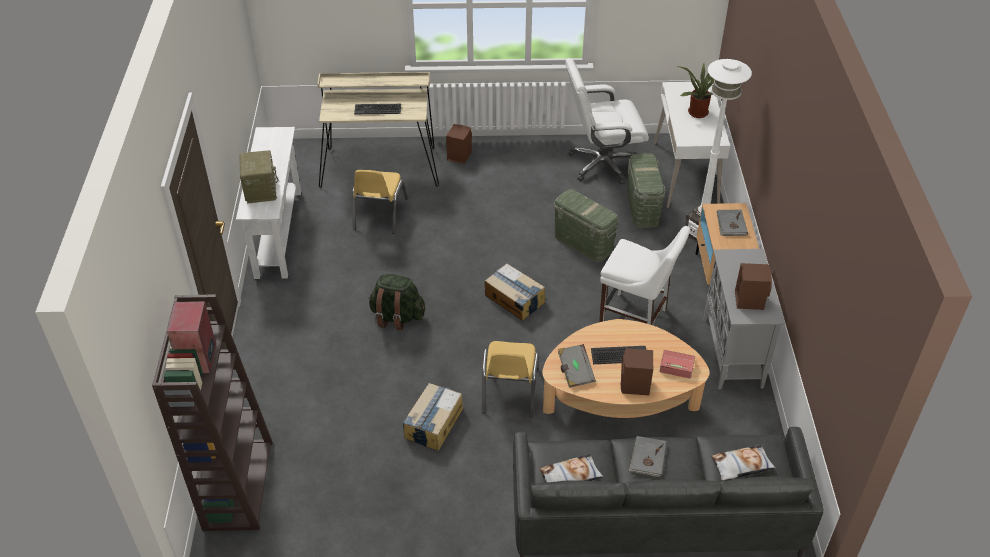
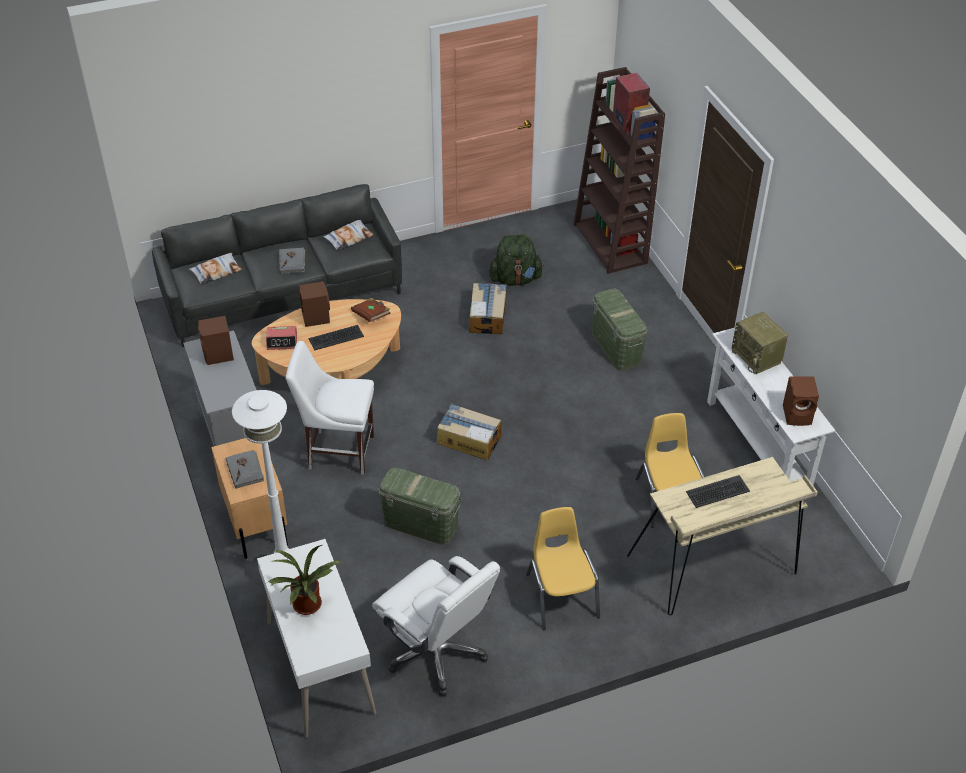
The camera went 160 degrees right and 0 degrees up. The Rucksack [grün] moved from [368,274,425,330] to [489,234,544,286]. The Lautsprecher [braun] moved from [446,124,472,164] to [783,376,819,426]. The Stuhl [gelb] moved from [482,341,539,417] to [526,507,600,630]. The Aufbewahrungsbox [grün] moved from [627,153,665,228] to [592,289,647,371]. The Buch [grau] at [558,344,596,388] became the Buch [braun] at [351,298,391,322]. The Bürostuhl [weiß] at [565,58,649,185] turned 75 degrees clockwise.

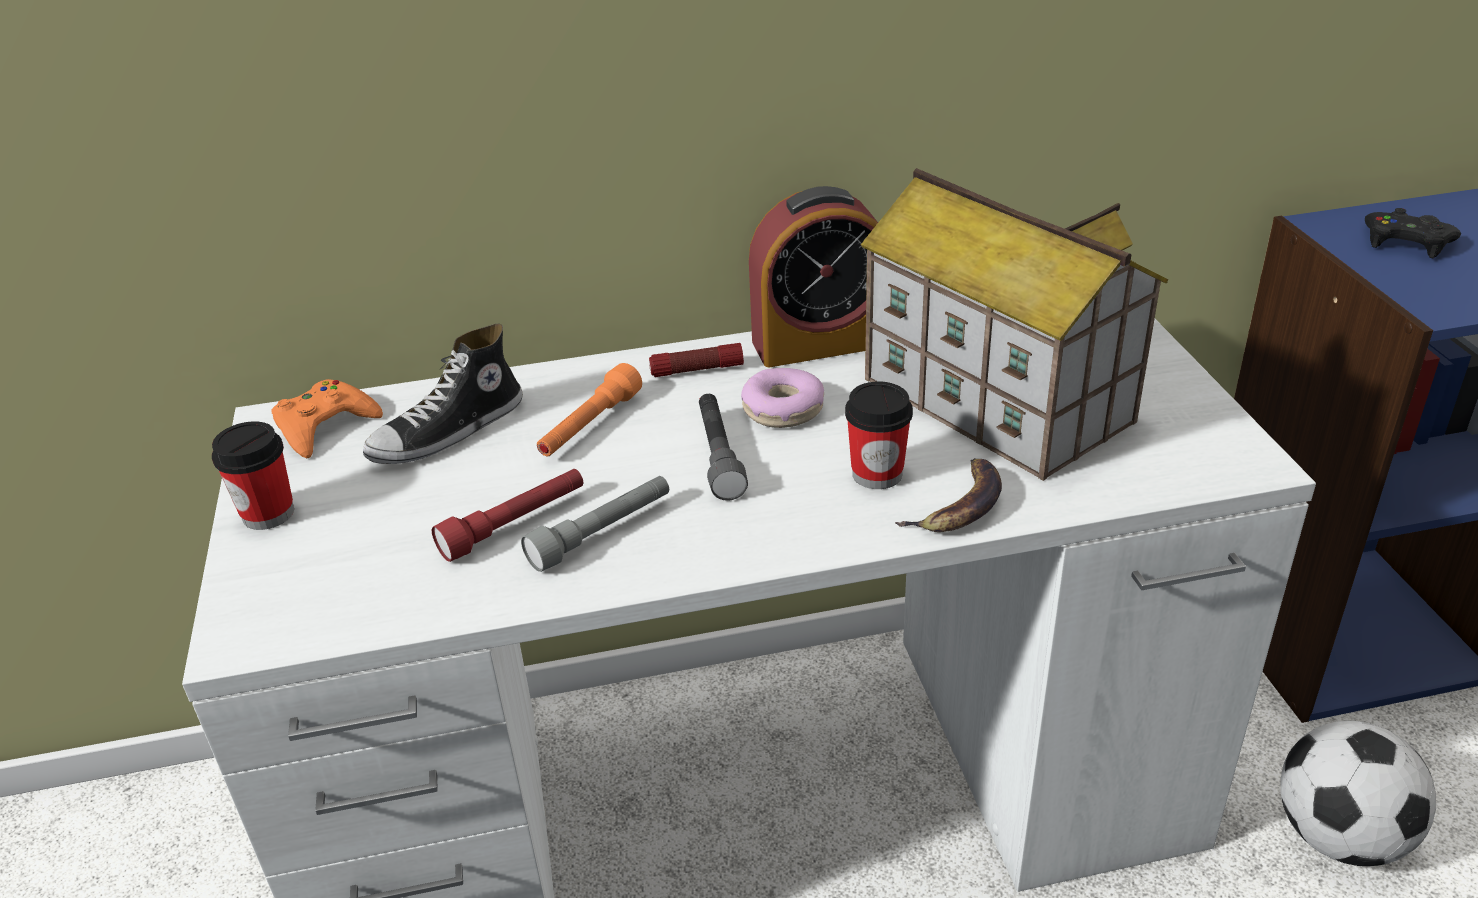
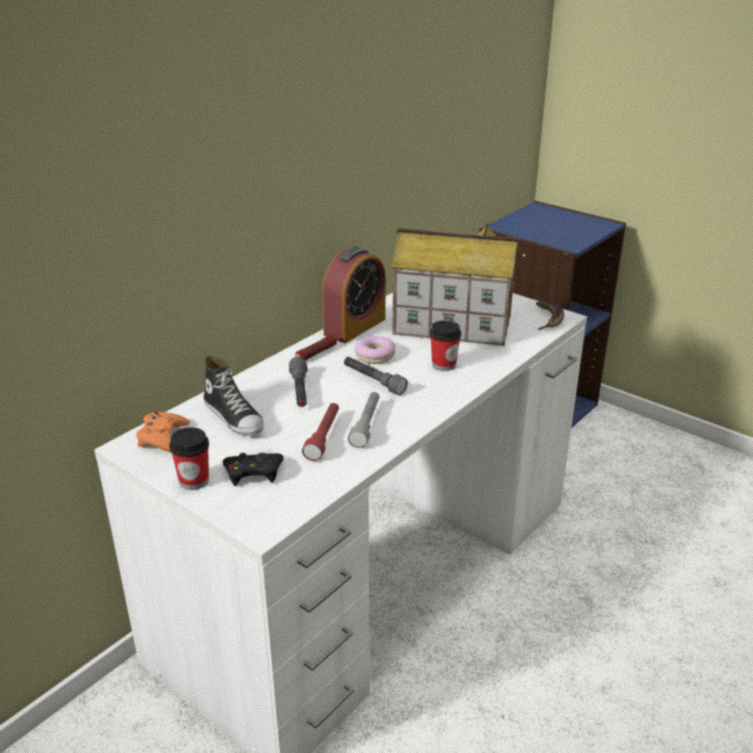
The camera went 40 degrees left and 5 degrees down. The Fußball at [1280,721,1436,866] disappeared. The Banane moved from [895,458,1002,532] to [536,300,564,330]. The Gamepad [schwarz] moved from [1365,208,1462,258] to [223,453,284,486]. The Taschenlampe [orange] at [537,363,642,456] became the Taschenlampe [grau] at [289,357,308,407]. The Schuh at [363,324,523,464] turned 45 degrees counterclockwise.

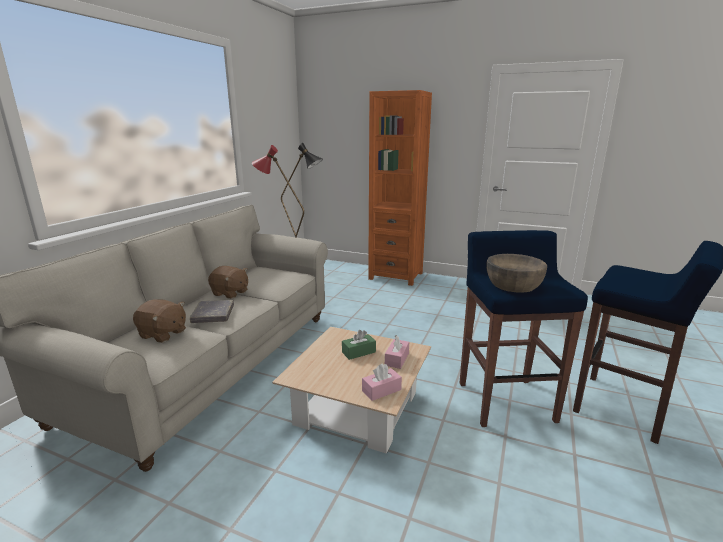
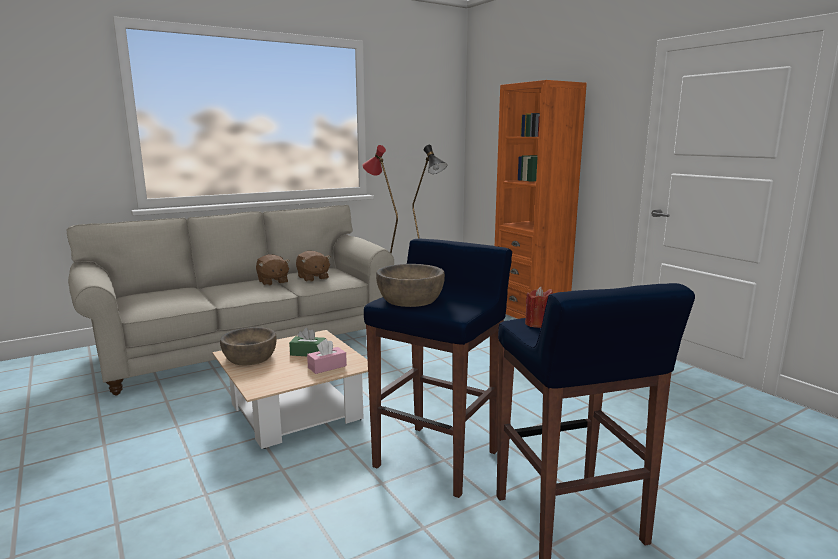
The camera went 35 degrees right and 5 degrees down. The Buch [grau] at [190,300,234,323] disappeared. The Taschentuchbox [rosa] at [362,363,402,401] disappeared. The Schüssel [braun] at [220,327,277,366] appeared. The Kerze [rot] at [525,287,553,328] appeared. The Plüschtier [braun] moved from [133,299,186,343] to [296,251,331,282].

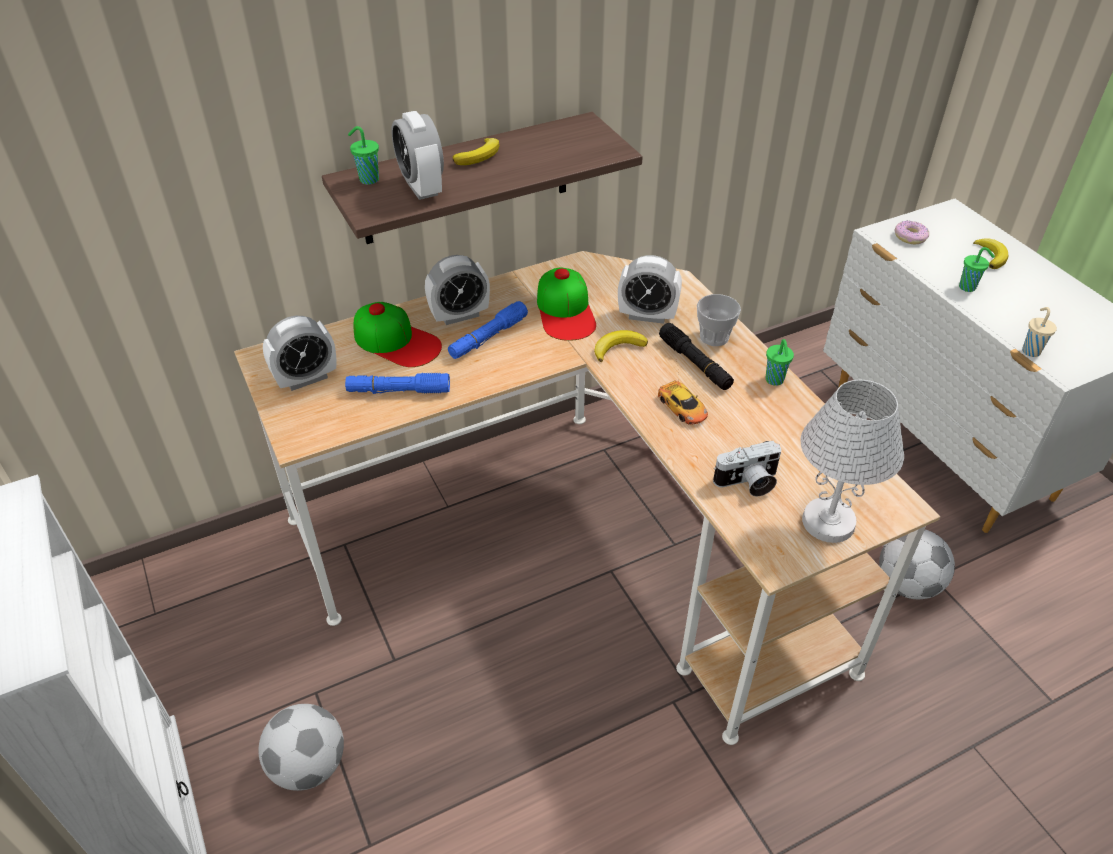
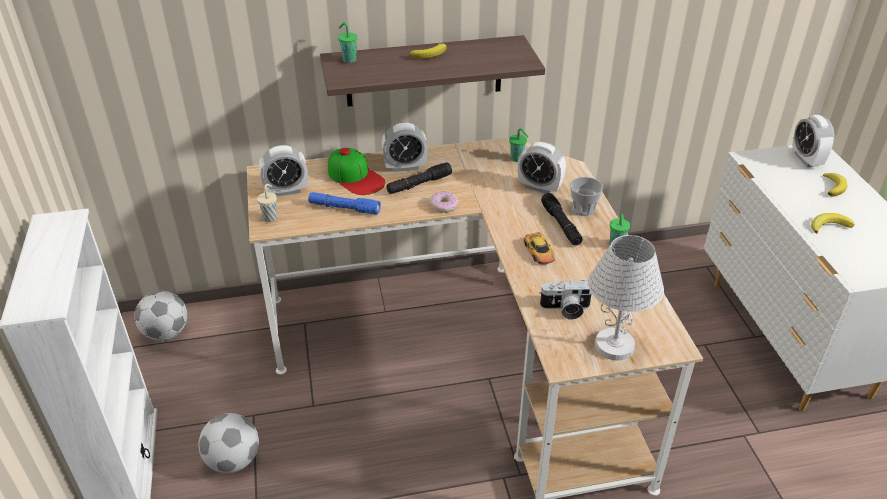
The camera went 15 degrees right and 5 degrees down. The Kappe at [537,267,596,341] disappeared. The Wecker moved from [391,111,444,200] to [792,115,835,167]. The Banane moved from [594,330,648,362] to [811,213,854,233]. The Fußball moved from [879,530,955,600] to [134,291,187,341]. The Donut moved from [894,220,929,244] to [430,191,458,213]. The Tasse [grün] moved from [959,247,995,292] to [509,128,528,162]. The Tasse [beige] moved from [1022,307,1057,357] to [257,184,277,222]. The Taschenlampe [blau] at [448,301,528,359] became the Taschenlampe [schwarz] at [387,163,452,194].

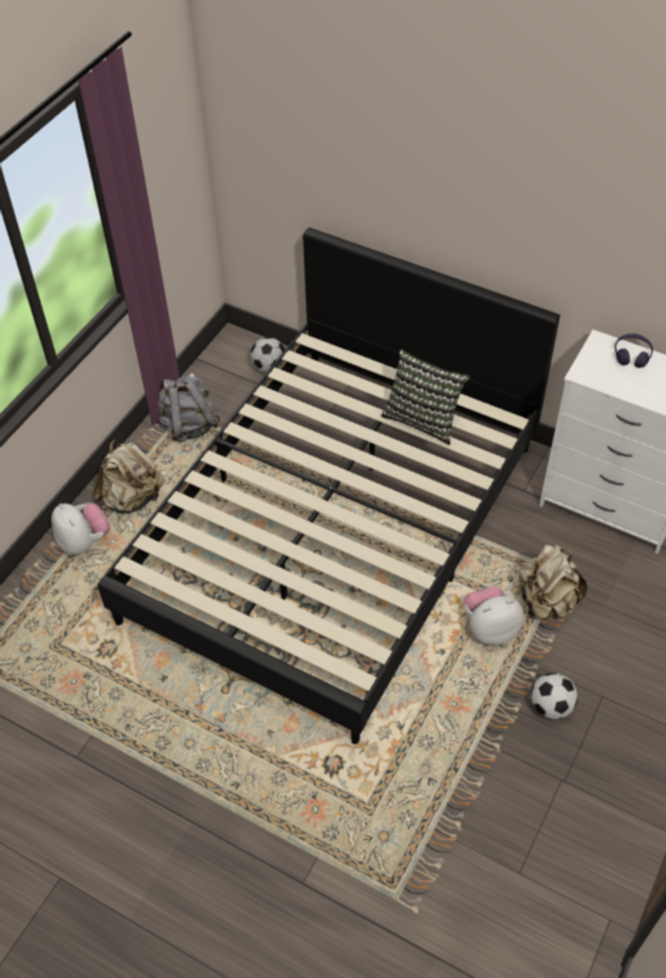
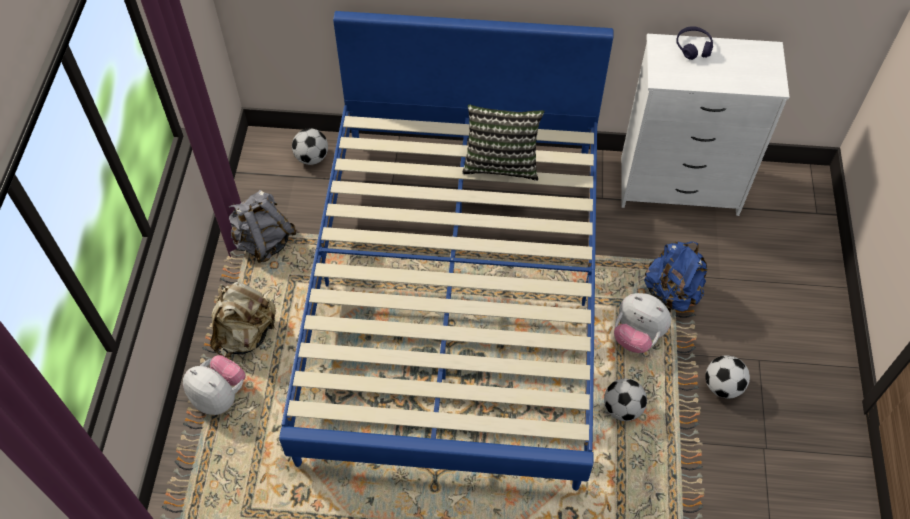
The camera went 25 degrees left and 5 degrees up. The Fußball at [604,378,647,421] appeared. The Bett [schwarz] at [97,228,560,744] became the Bett [blau] at [279,11,614,491]. The Rucksack [beige] at [519,544,587,619] became the Rucksack [blau] at [644,241,707,312]. The Plüschtier at [464,586,524,645] turned 105 degrees counterclockwise.

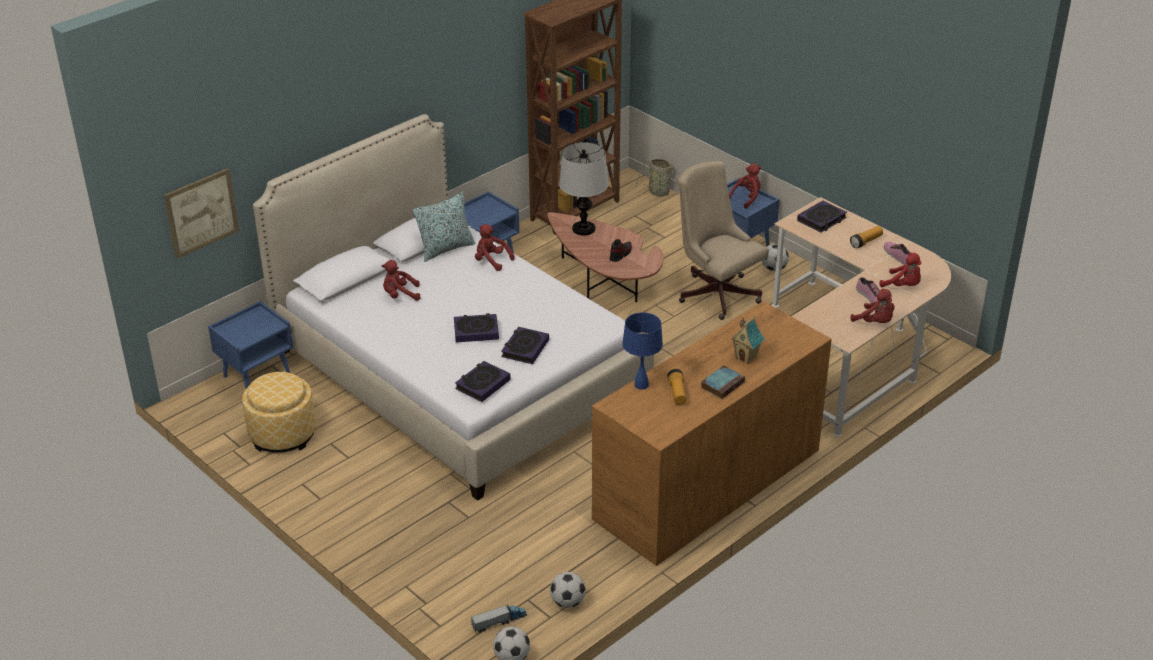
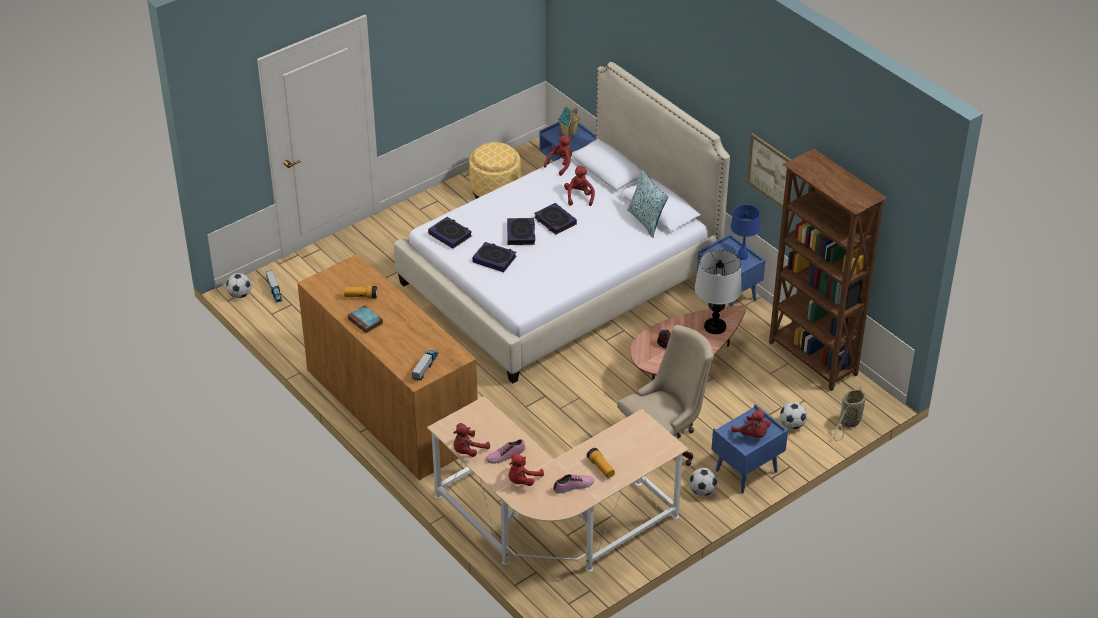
The camera went 95 degrees right and 5 degrees up. The Spielzeuglaster at [412,350,438,381] appeared. The Bild moved from [164,168,239,259] to [747,133,793,212]. The Plüschtier [rot] moved from [475,224,515,271] to [544,135,572,176]. The Fußball moved from [550,572,586,608] to [780,402,807,429]. The Tischlampe [blau] moved from [622,312,663,390] to [731,204,760,260]. The Spielzeughaus moved from [731,316,765,364] to [557,104,581,136]. The Buch moved from [797,200,847,233] to [534,203,577,235].

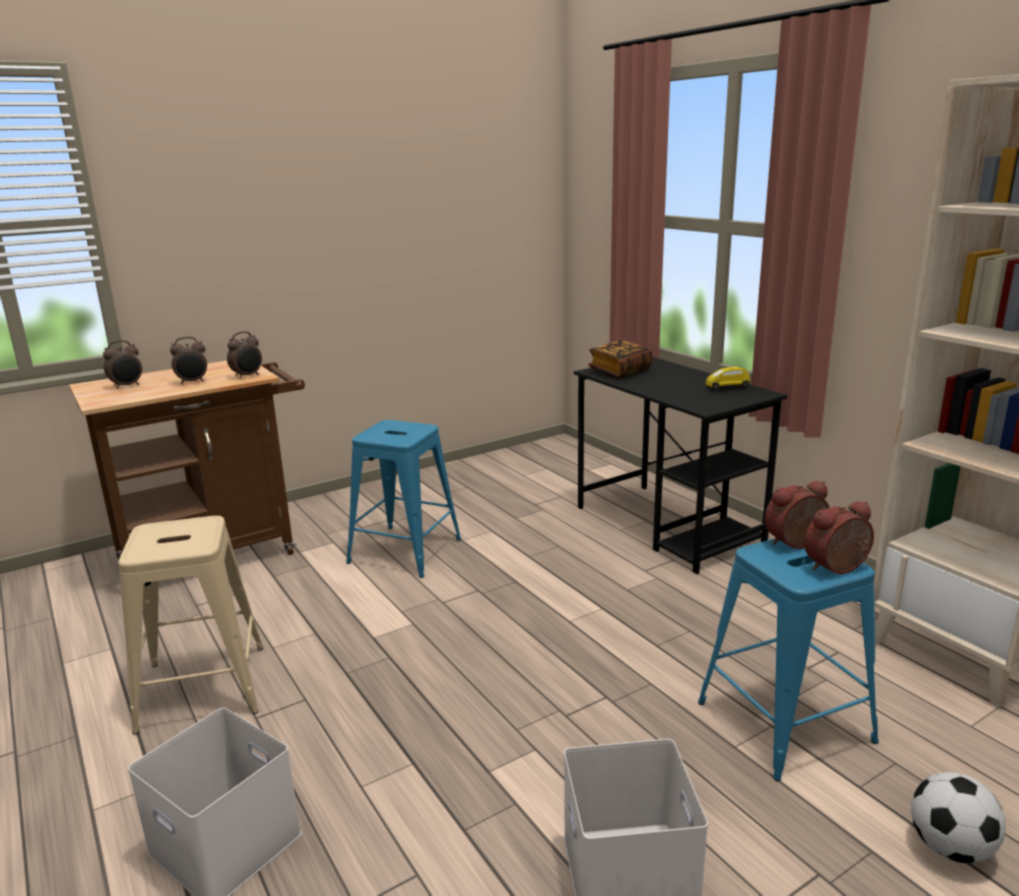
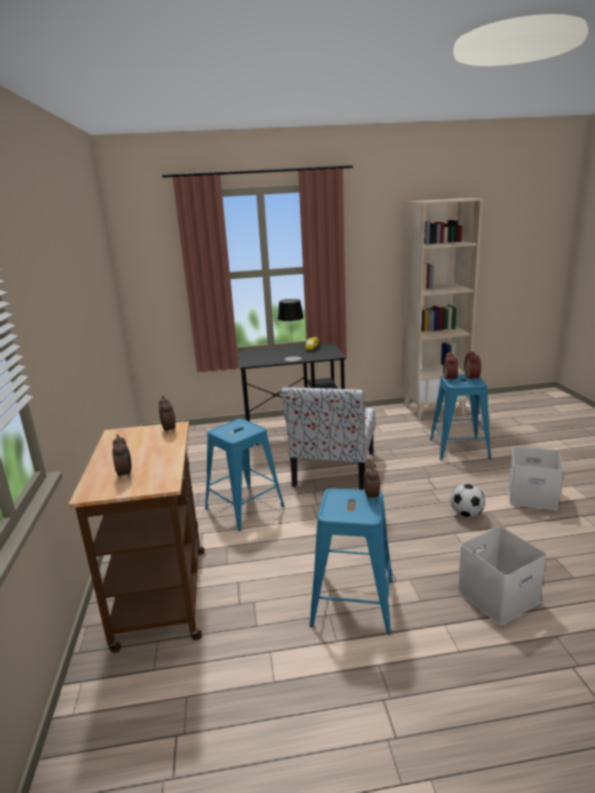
The camera went 65 degrees left and 0 degrees up. The Buch at [588,340,652,379] disappeared. The Tischlampe at [278,299,304,361] appeared. The Stuhl at [282,387,376,490] appeared. The Wecker moved from [170,337,207,384] to [364,459,380,501]. The Fußball moved from [911,772,1006,863] to [450,484,485,517]. The Hocker [beige] at [118,516,263,734] became the Hocker [blau] at [309,488,393,635].

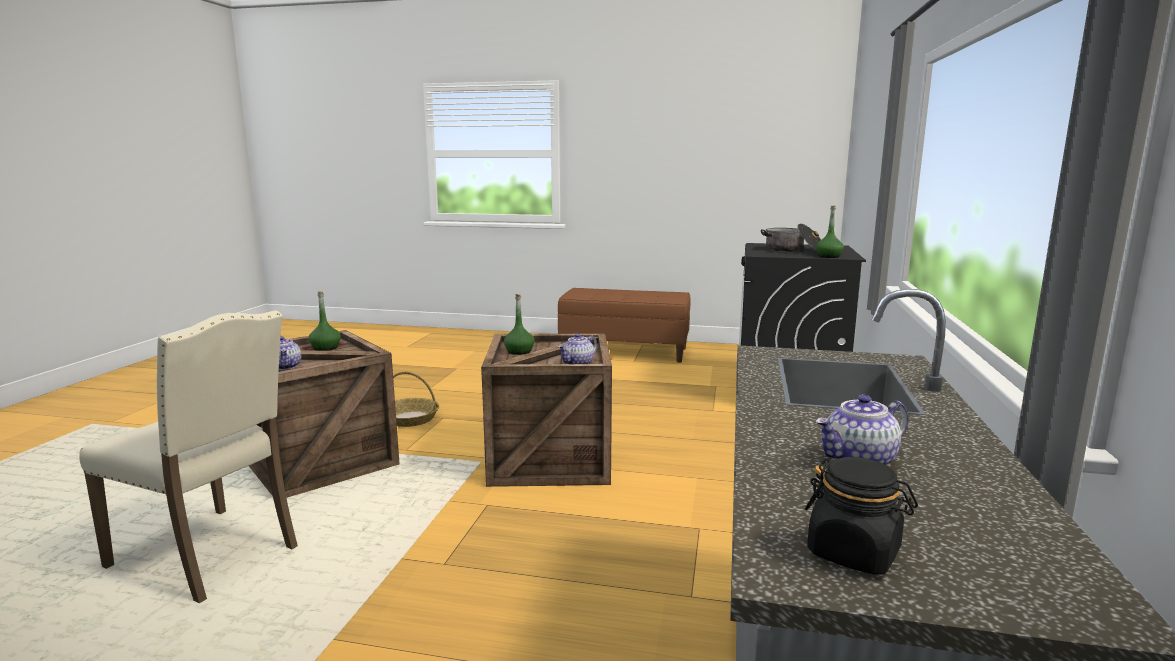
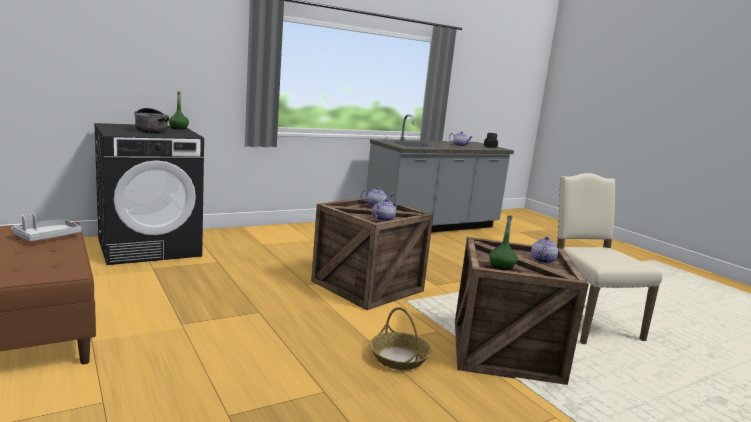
The camera went 135 degrees left and 0 degrees up. The Tablett [grau] at [11,214,81,242] appeared. The Flasche [grün] at [504,294,535,355] was replaced by the Teekanne at [372,199,398,221].

